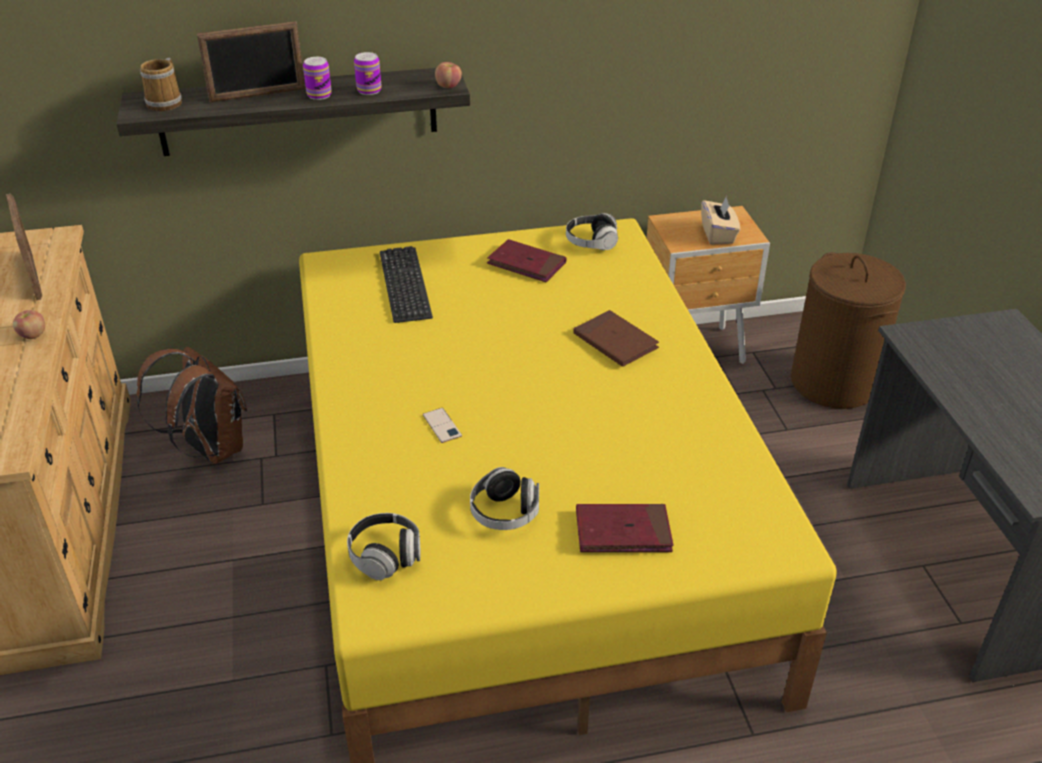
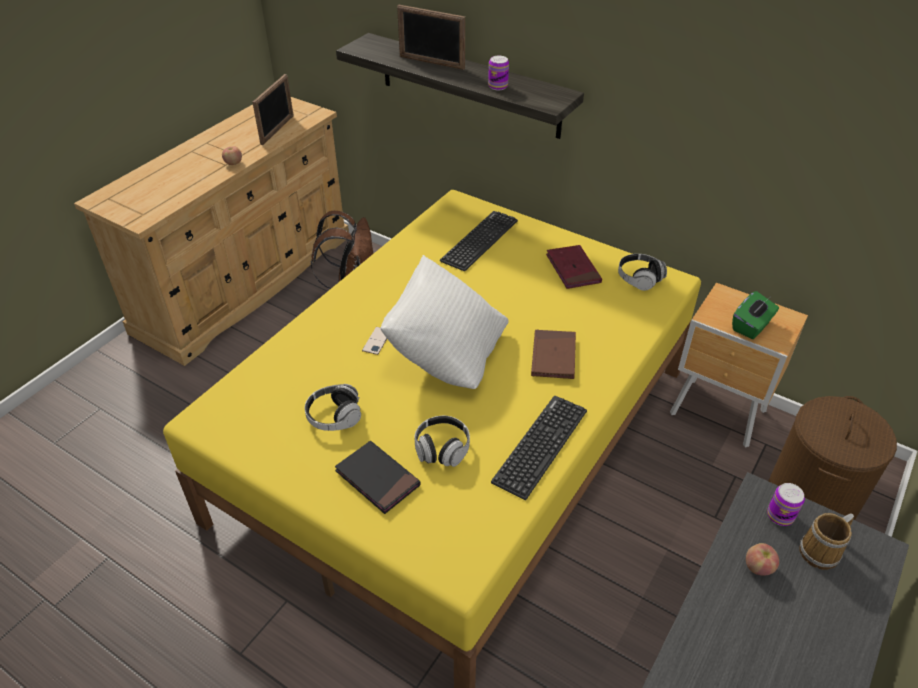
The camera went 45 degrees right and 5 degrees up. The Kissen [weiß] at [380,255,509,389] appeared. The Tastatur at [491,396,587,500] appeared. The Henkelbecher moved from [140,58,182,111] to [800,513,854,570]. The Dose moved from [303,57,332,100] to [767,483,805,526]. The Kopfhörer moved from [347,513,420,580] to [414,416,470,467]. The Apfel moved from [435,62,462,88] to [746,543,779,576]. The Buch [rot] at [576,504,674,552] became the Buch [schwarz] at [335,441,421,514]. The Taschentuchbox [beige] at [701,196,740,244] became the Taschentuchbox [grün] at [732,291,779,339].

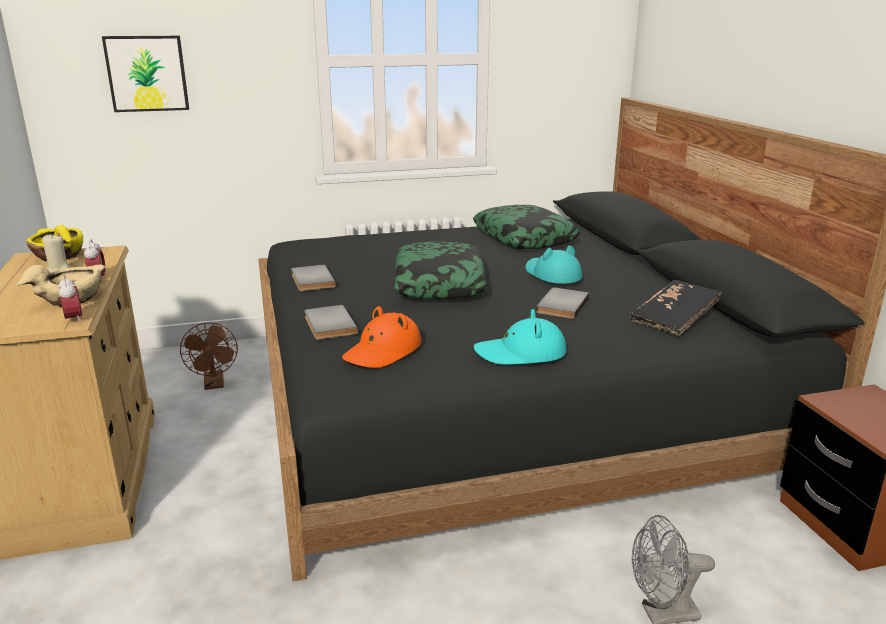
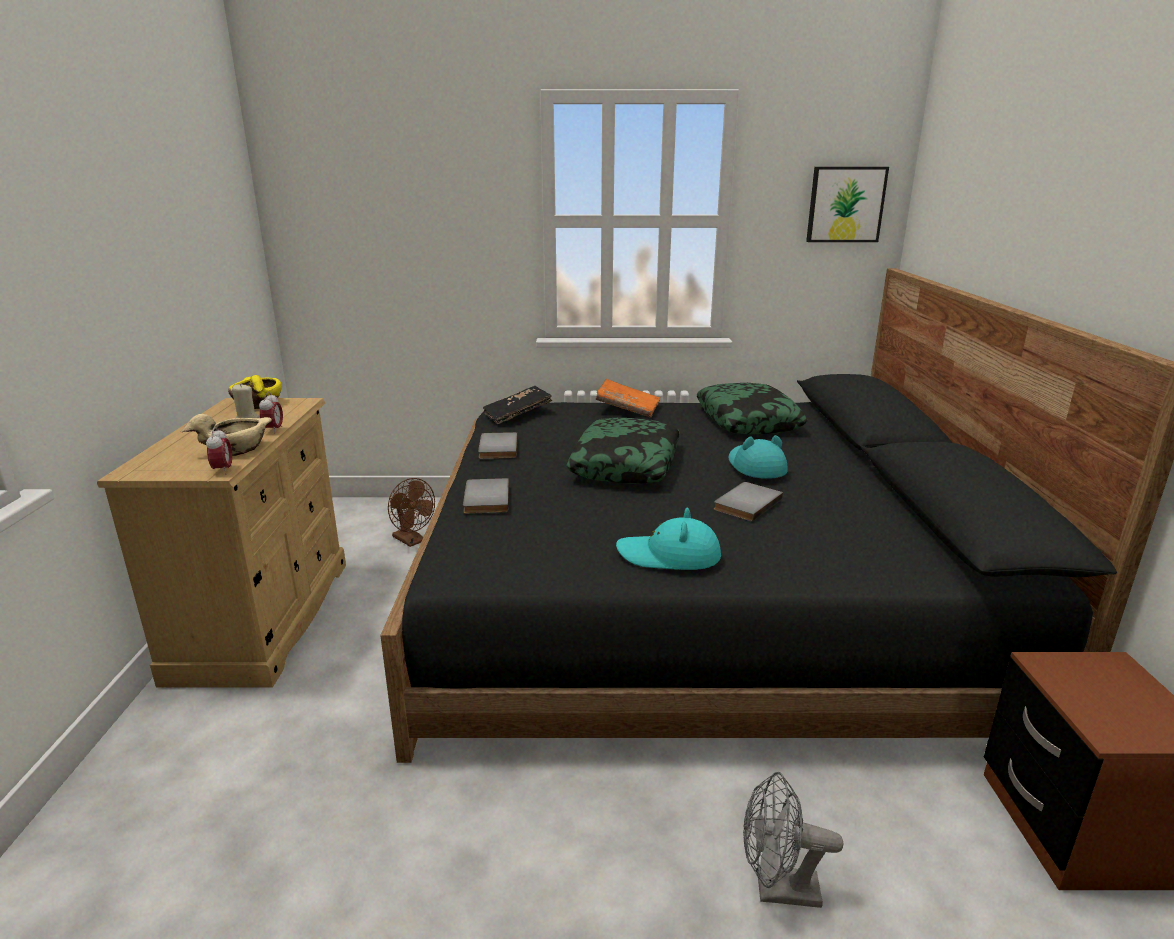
The camera went 15 degrees right and 0 degrees up. The Hut [orange] at [342,306,422,368] disappeared. The Buch [orange] at [595,379,660,418] appeared. The Bild moved from [102,36,189,112] to [806,167,889,242]. The Buch [schwarz] moved from [630,280,722,336] to [483,386,552,424]. The Ventilator [braun] at [180,323,238,390] turned 45 degrees counterclockwise.

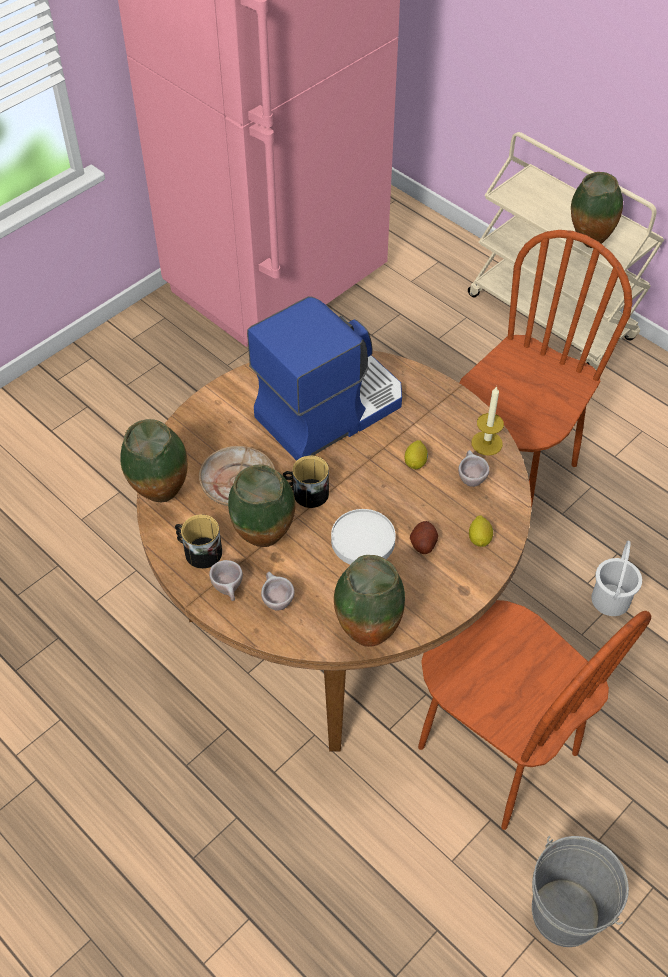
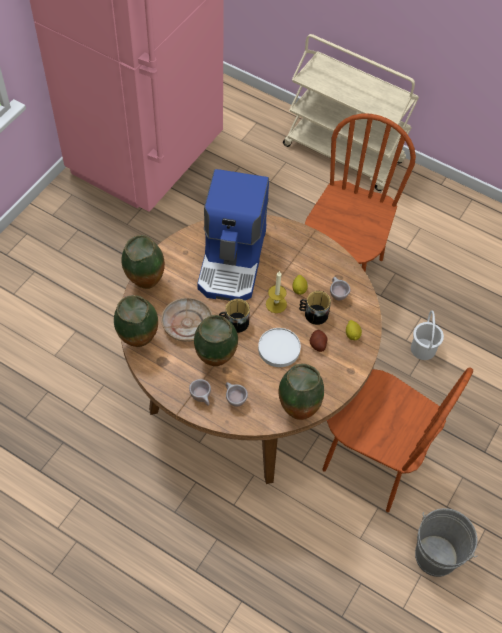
The camera went 15 degrees left and 5 degrees up. The Henkelbecher moved from [175,514,222,569] to [299,291,331,325]. The Kerze moved from [472,386,504,455] to [266,271,287,313]. The Vase moved from [571,172,623,248] to [121,235,165,289]. The Kaffeemaschine at [247,296,402,461] turned 150 degrees clockwise.

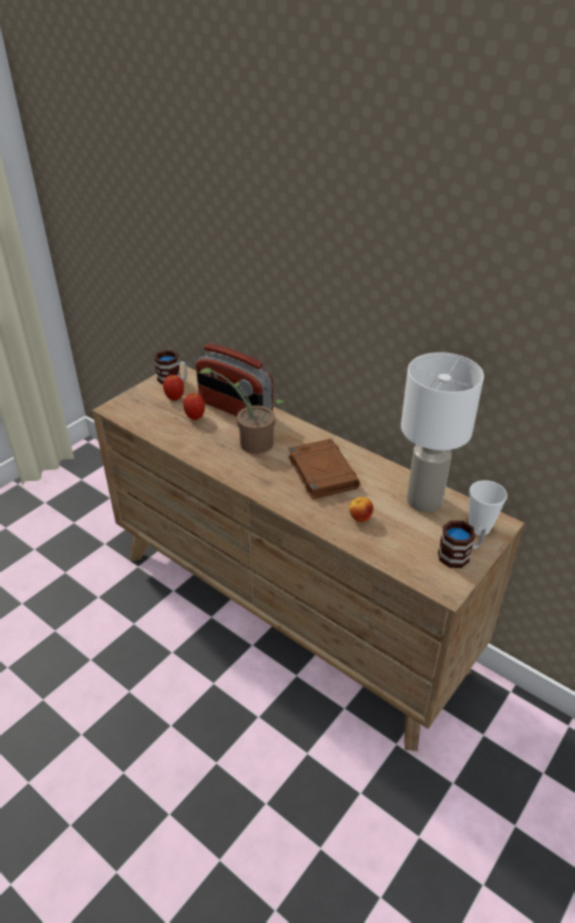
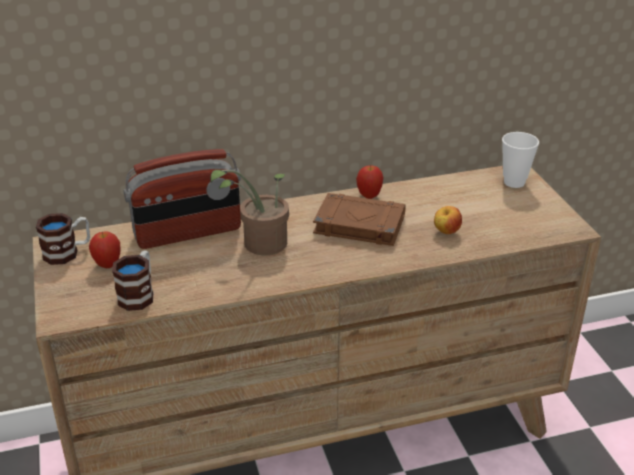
The camera went 55 degrees left and 5 degrees down. The Tischlampe [weiß] at [401,352,484,512] disappeared. The Apfel moved from [183,393,205,420] to [356,165,384,199]. The Henkelbecher moved from [438,520,486,568] to [112,251,153,311].

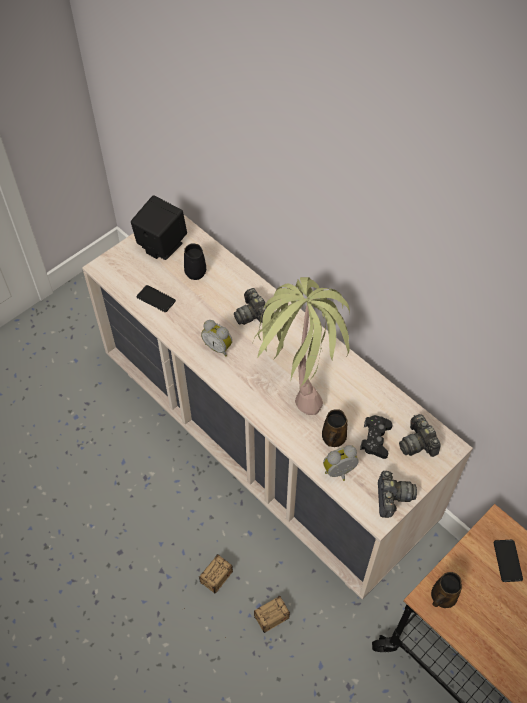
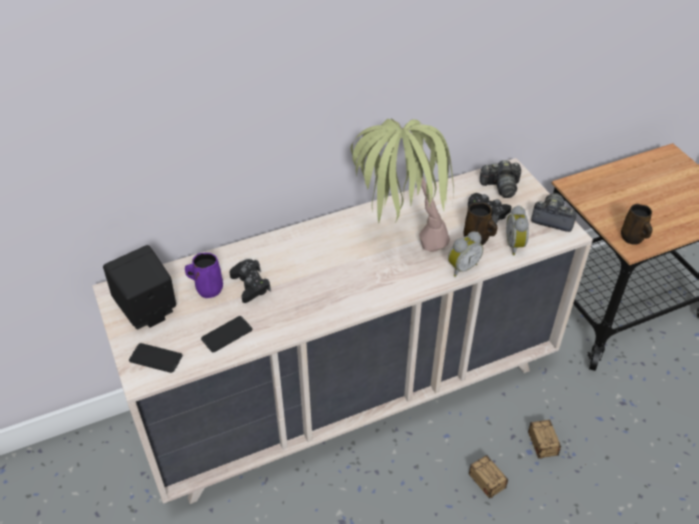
The camera went 70 degrees left and 10 degrees down. The Kamera at [234,288,266,325] disappeared. The Gamepad [schwarz] at [230,259,271,303] appeared. The Wecker moved from [201,320,232,357] to [448,231,483,277]. The Handy moved from [494,540,523,582] to [129,343,183,373]. The Henkelbecher [schwarz] at [184,243,206,280] became the Henkelbecher [lila] at [185,253,223,298].

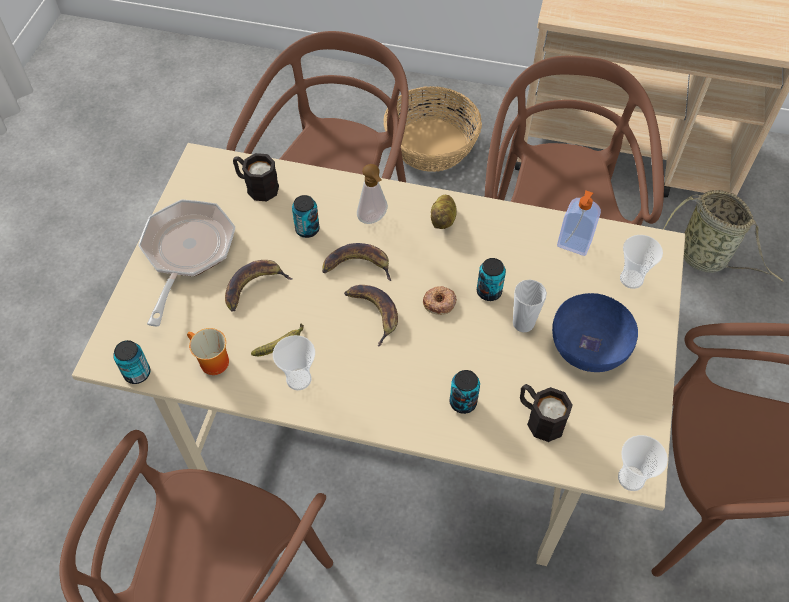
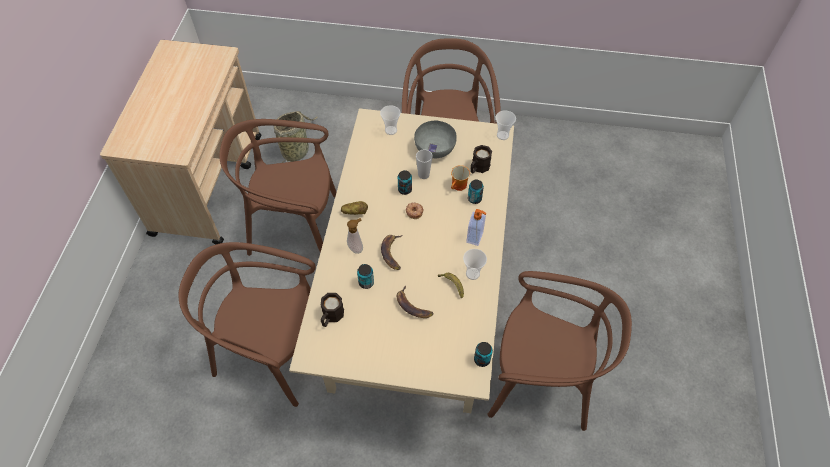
The camera went 95 degrees left and 0 degrees up. The Pfanne at [138,199,235,327] disappeared. The Banane at [344,285,398,347] disappeared. The Korb at [383,86,482,172] disappeared. The Henkelbecher moved from [187,328,229,375] to [451,165,470,191]. The Seifenspender moved from [557,191,601,256] to [466,209,486,246]. The Schüssel [blau] at [552,293,638,372] became the Schüssel [grau] at [414,121,457,158].

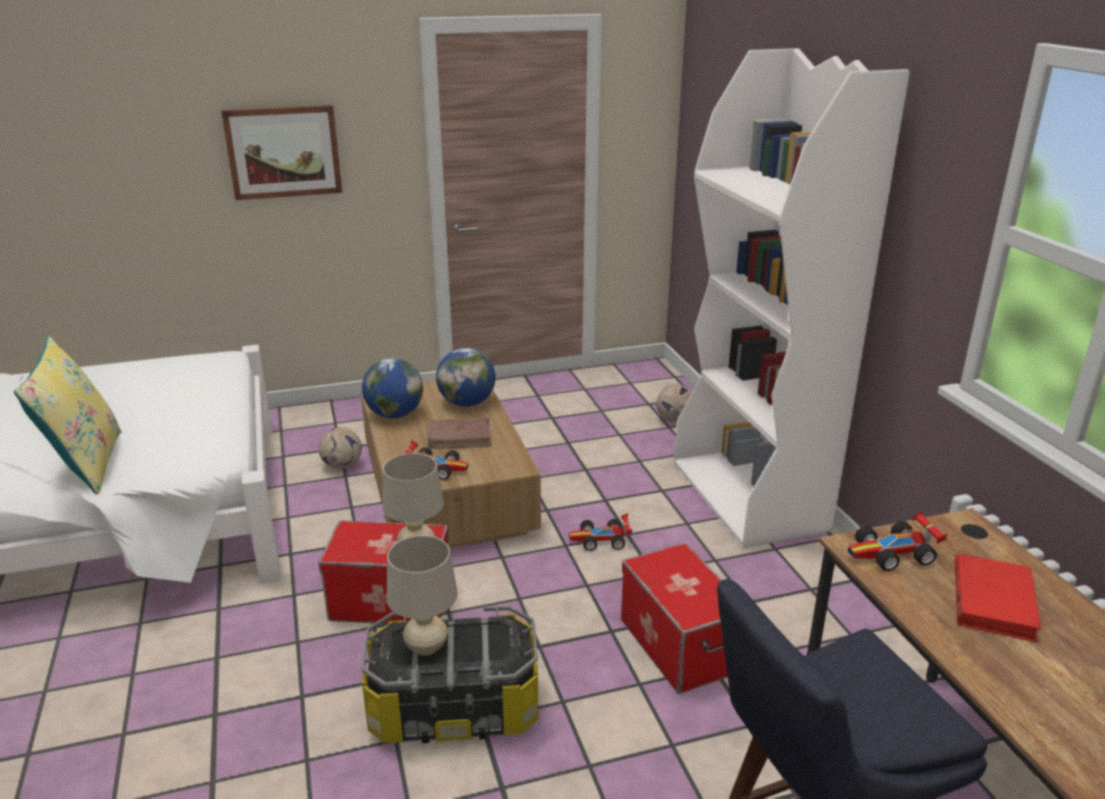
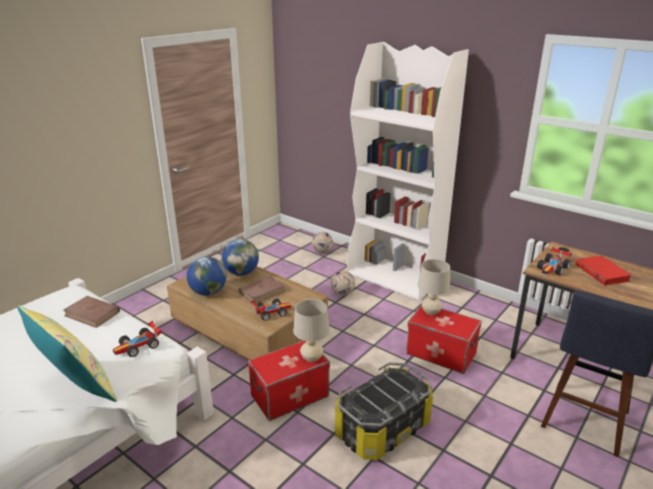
The camera went 35 degrees left and 0 degrees up. The Bild at [221,105,342,200] disappeared. The Buch [braun] at [63,296,120,328] appeared. The Fußball moved from [319,427,362,469] to [331,271,355,296]. The Tischlampe [beige] moved from [387,535,458,656] to [418,259,450,315]. The Spielzeugauto moved from [569,513,632,551] to [113,321,162,357].

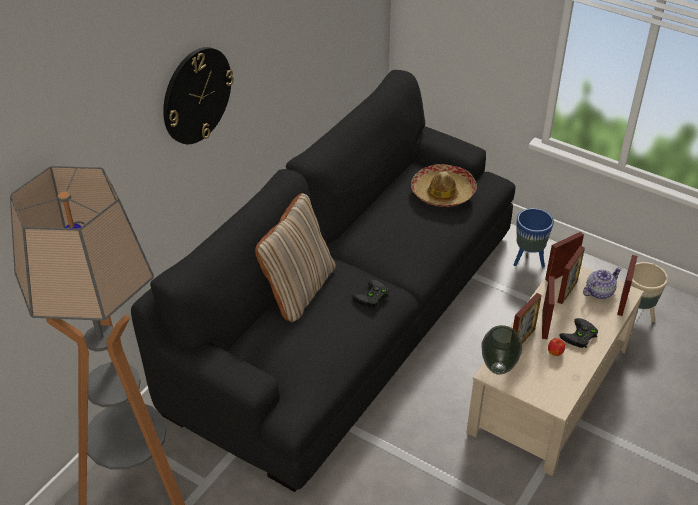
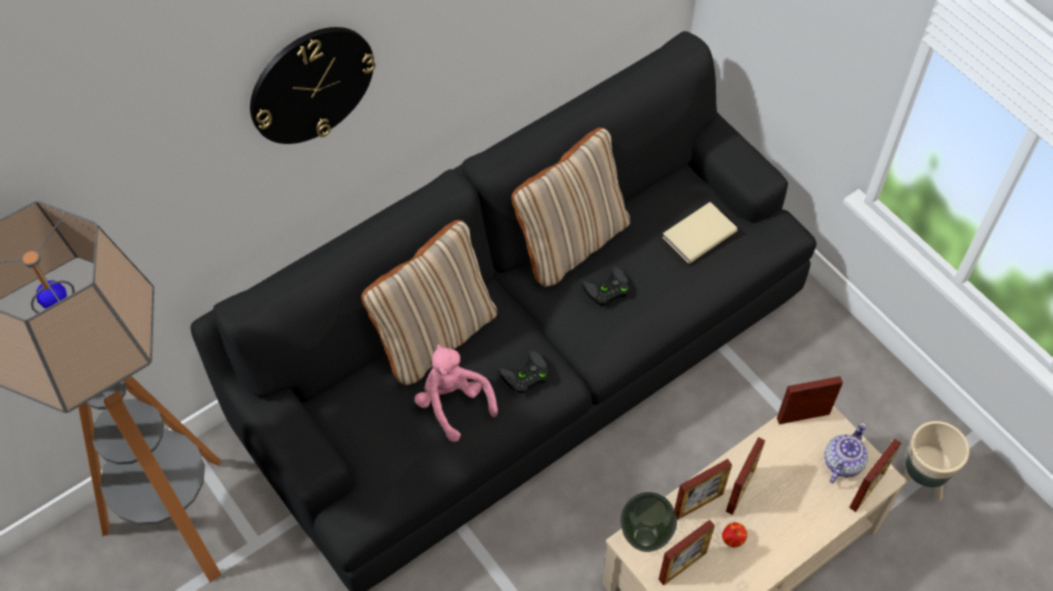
The camera went 20 degrees right and 15 degrees up. The Pflanzkübel [blau] at [514,208,554,267] disappeared. The Plüschtier [rosa] at [414,344,498,442] appeared. The Kissen [beige] at [511,128,630,287] appeared. The Bilderrahmen moved from [557,246,585,304] to [658,520,715,586]. The Gamepad [schwarz] moved from [559,318,598,348] to [582,266,630,308]. The Hut at [411,164,477,207] was replaced by the Buch [beige] at [662,202,738,264]. The Teekanne at [583,267,622,299] turned 45 degrees counterclockwise.

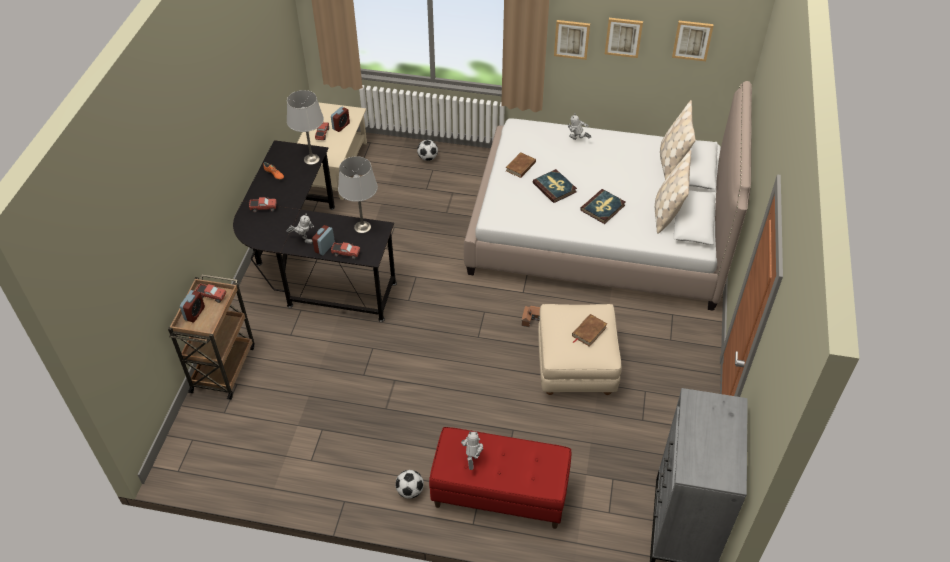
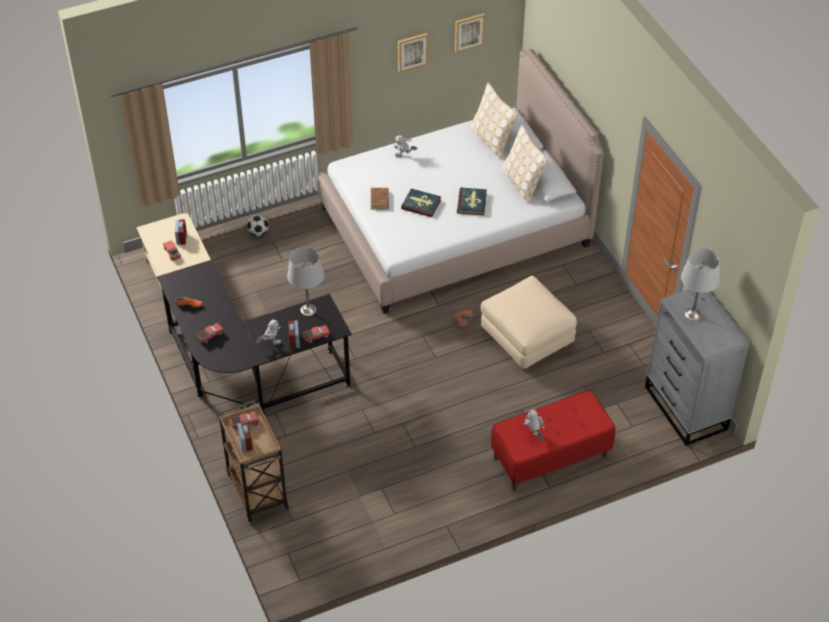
The camera went 35 degrees left and 0 degrees up. The Fußball at [395,470,424,499] disappeared. The Bild at [554,20,590,60] disappeared. The Buch [braun] at [572,314,607,347] disappeared. The Tischlampe [grau] moved from [287,90,324,165] to [681,248,720,321].

